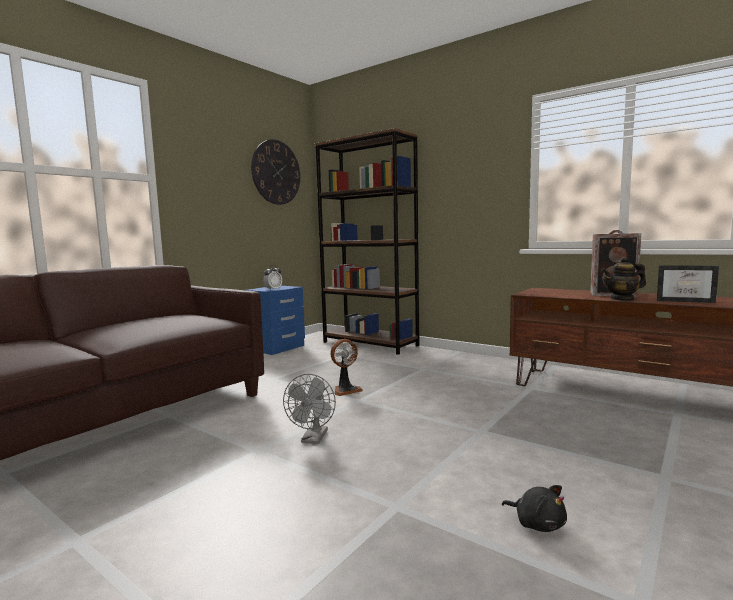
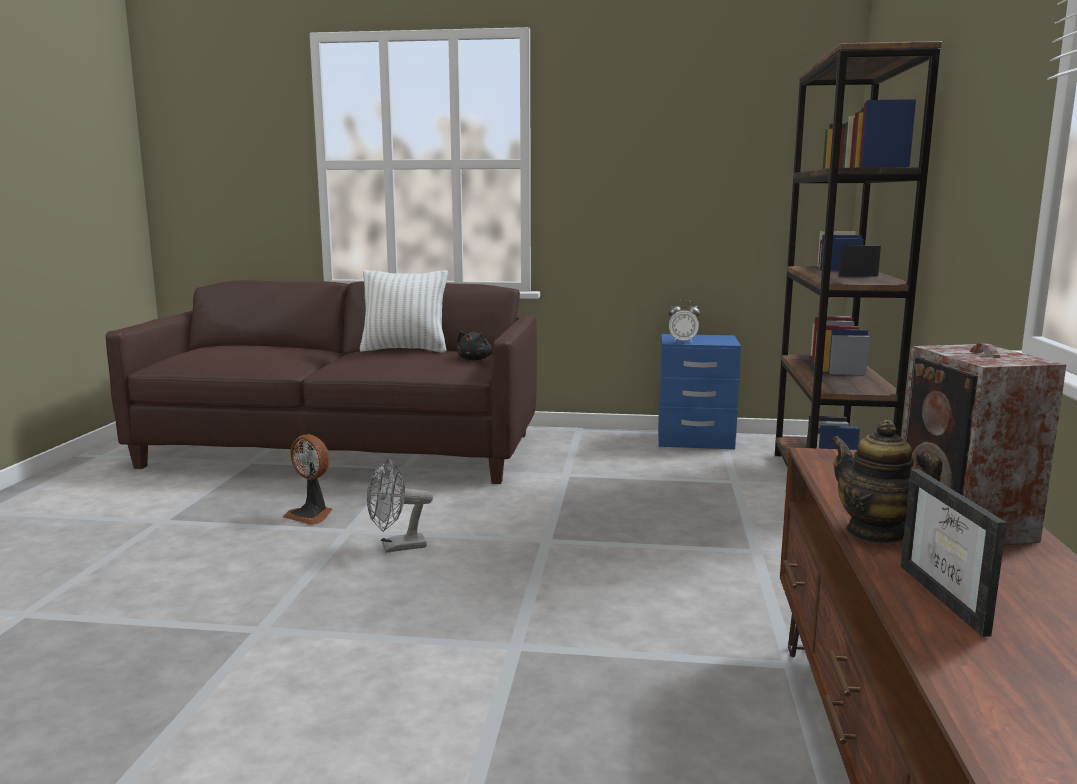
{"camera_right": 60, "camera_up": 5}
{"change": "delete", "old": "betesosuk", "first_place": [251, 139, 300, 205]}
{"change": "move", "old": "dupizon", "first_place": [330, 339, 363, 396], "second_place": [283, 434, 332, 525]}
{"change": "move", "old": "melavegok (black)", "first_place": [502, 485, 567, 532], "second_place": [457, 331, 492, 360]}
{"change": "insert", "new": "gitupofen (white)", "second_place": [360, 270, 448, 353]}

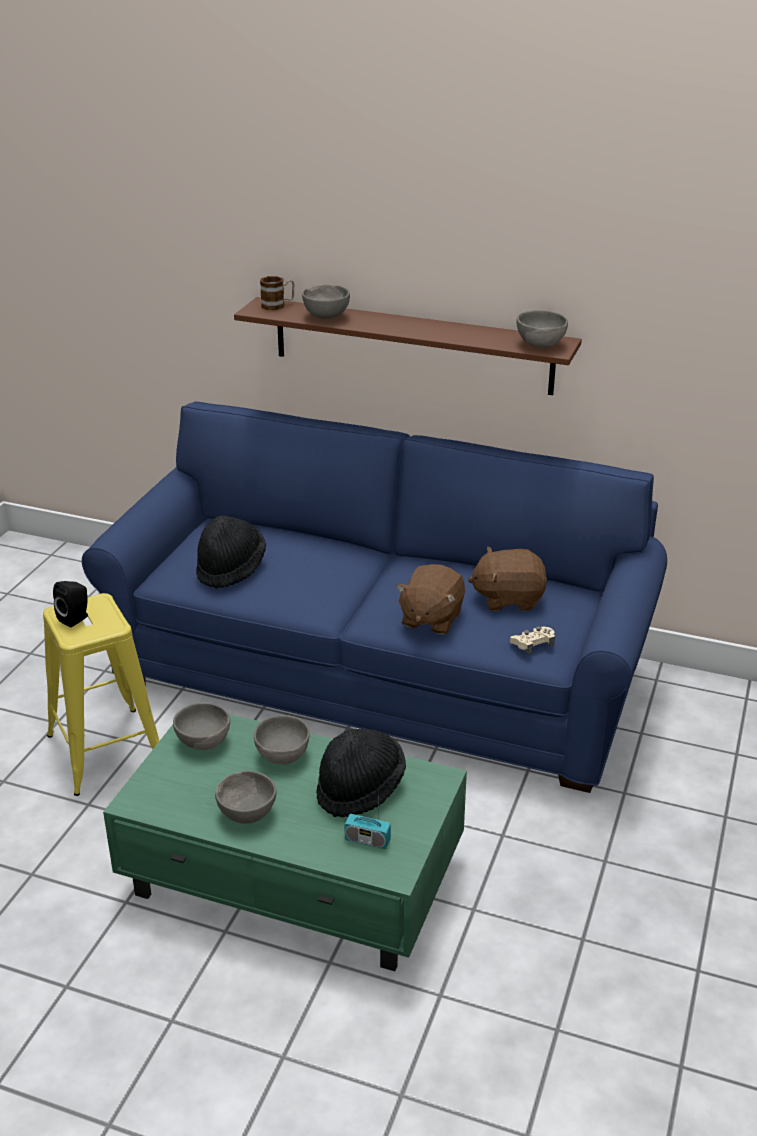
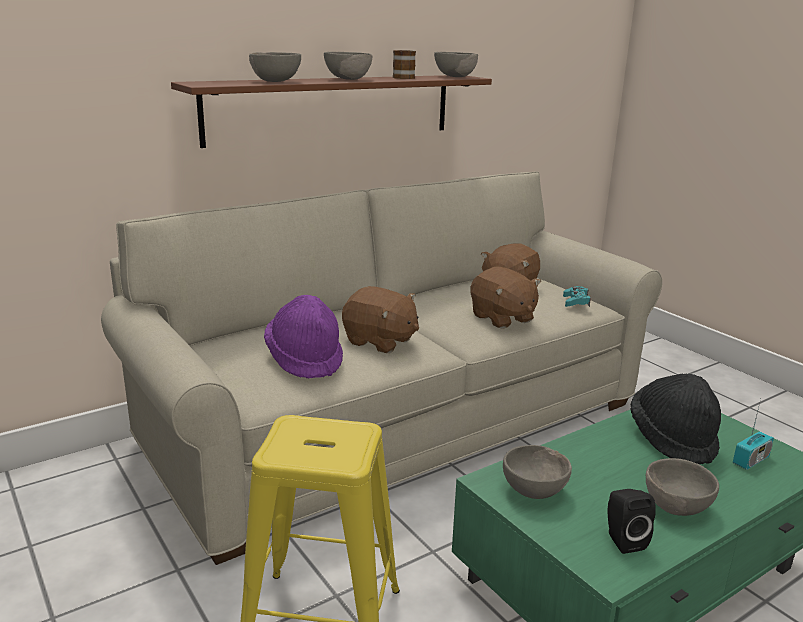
{"camera_right": -55, "camera_up": -10}
{"change": "move", "old": "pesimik", "first_place": [260, 276, 295, 310], "second_place": [393, 50, 416, 79]}
{"change": "recolor", "old": "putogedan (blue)", "new": "putogedan (beige)", "first_place": [82, 401, 667, 793], "second_place": [101, 171, 662, 565]}
{"change": "recolor", "old": "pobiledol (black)", "new": "pobiledol (purple)", "first_place": [196, 515, 266, 589], "second_place": [264, 295, 343, 379]}
{"change": "move", "old": "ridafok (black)", "first_place": [53, 581, 88, 627], "second_place": [607, 489, 656, 554]}
{"change": "recolor", "old": "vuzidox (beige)", "new": "vuzidox (turquoise)", "first_place": [510, 626, 555, 655], "second_place": [563, 286, 591, 307]}
{"change": "move", "old": "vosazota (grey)", "first_place": [254, 715, 310, 764], "second_place": [324, 52, 372, 80]}
{"change": "insert", "new": "melavegok (brown)", "second_place": [342, 286, 419, 353]}

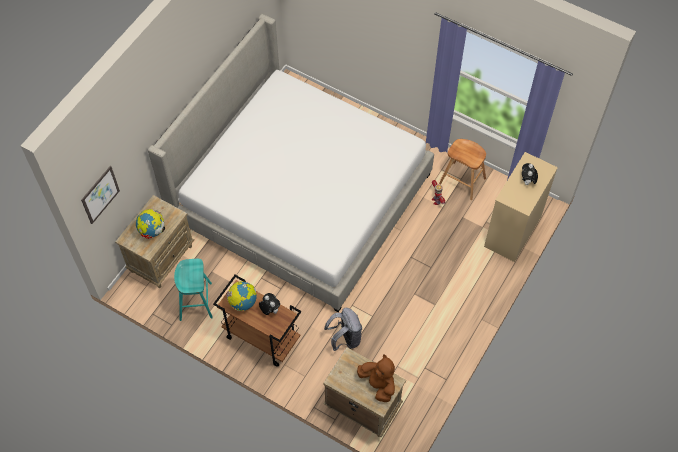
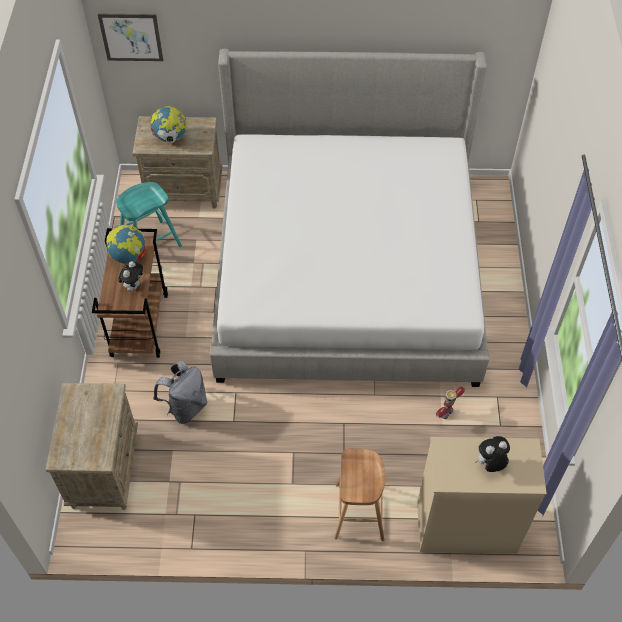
{"camera_right": 60, "camera_up": -5}
{"change": "move", "old": "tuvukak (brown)", "first_place": [439, 139, 486, 200], "second_place": [334, 449, 386, 541]}
{"change": "delete", "old": "melavegok (brown)", "first_place": [357, 355, 395, 402]}

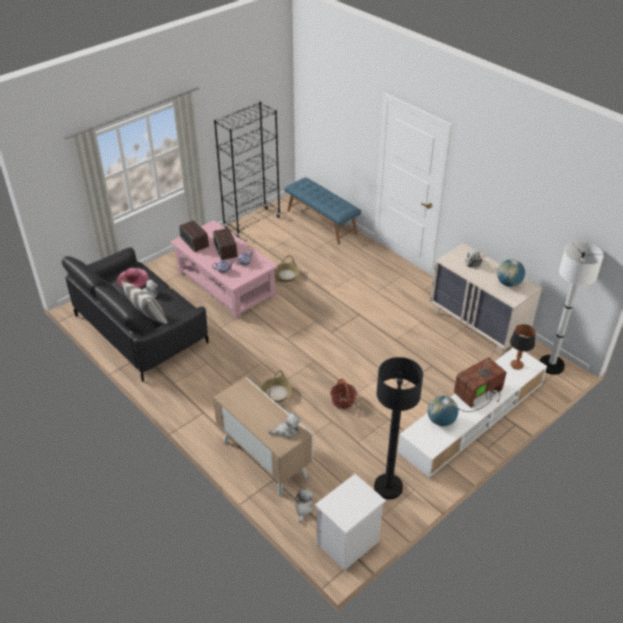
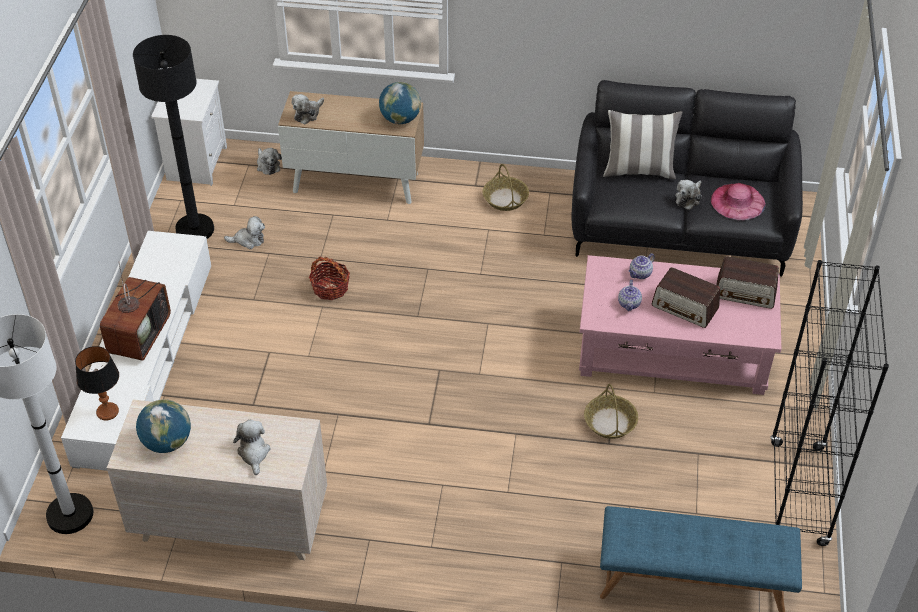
{"camera_right": 140, "camera_up": 5}
{"change": "move", "old": "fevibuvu", "first_place": [260, 370, 292, 402], "second_place": [482, 164, 529, 211]}
{"change": "move", "old": "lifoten", "first_place": [428, 396, 458, 426], "second_place": [379, 82, 421, 124]}
{"change": "insert", "new": "melavegok", "second_place": [224, 216, 265, 249]}

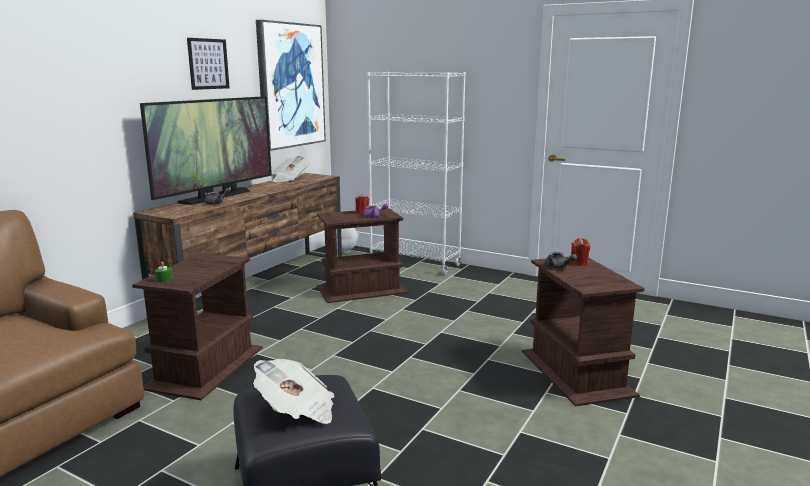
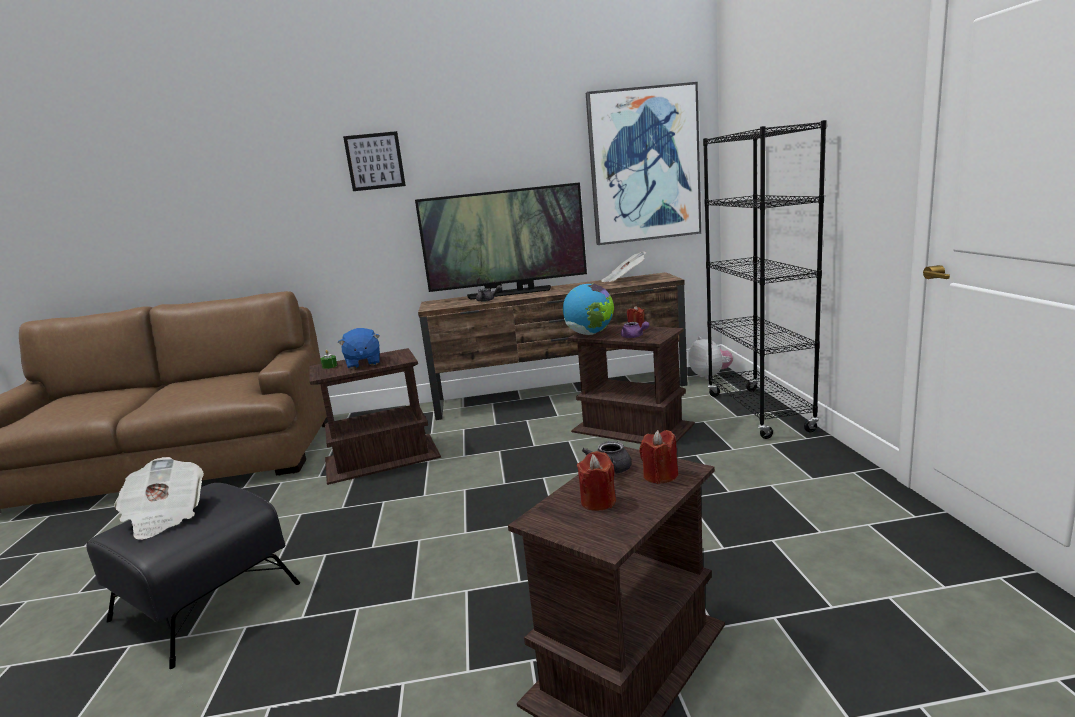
{"camera_right": 55, "camera_up": 0}
{"change": "move", "old": "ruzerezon", "first_place": [187, 38, 230, 90], "second_place": [343, 131, 406, 191]}
{"change": "recolor", "old": "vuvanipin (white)", "new": "vuvanipin (black)", "first_place": [367, 72, 466, 274], "second_place": [703, 120, 827, 439]}
{"change": "insert", "new": "lifoten", "second_place": [563, 283, 614, 335]}
{"change": "insert", "new": "melavegok (blue)", "second_place": [338, 328, 380, 369]}
{"change": "insert", "new": "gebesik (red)", "second_place": [577, 451, 616, 511]}

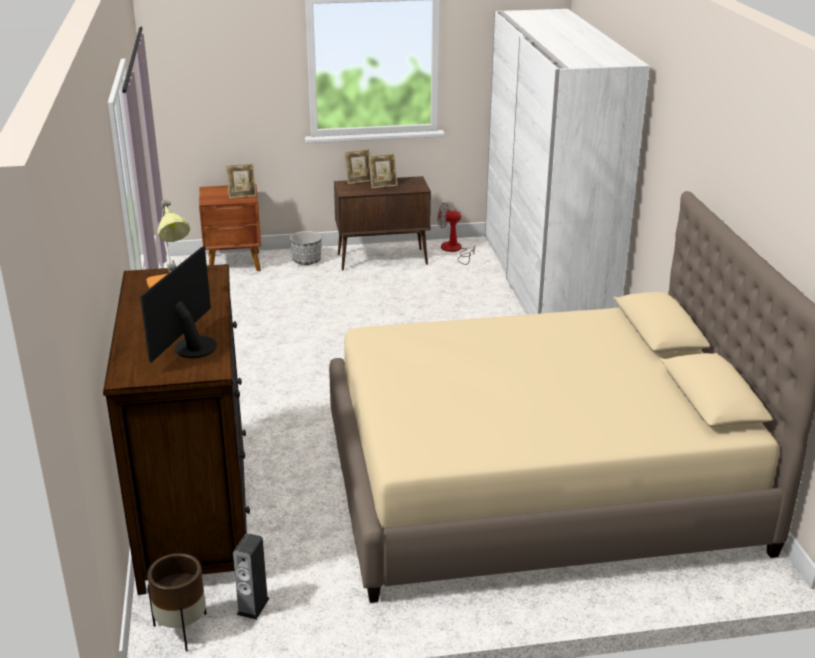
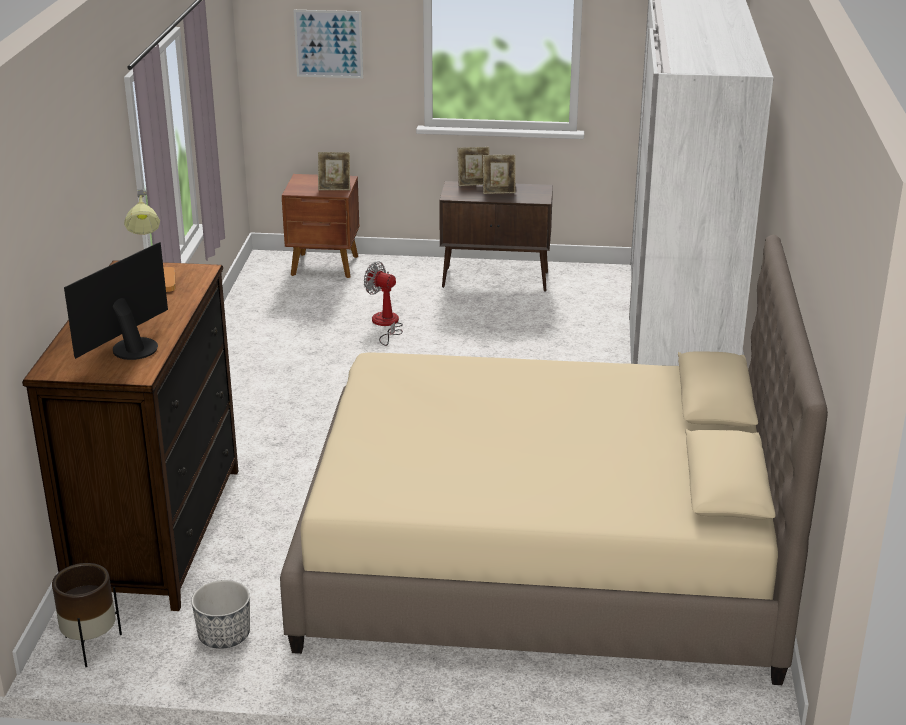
{"camera_right": 15, "camera_up": 0}
{"change": "move", "old": "dupizon", "first_place": [438, 203, 475, 265], "second_place": [364, 261, 403, 346]}
{"change": "move", "old": "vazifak", "first_place": [290, 231, 322, 265], "second_place": [191, 580, 250, 649]}
{"change": "delete", "old": "ridafok", "first_place": [233, 533, 269, 620]}
{"change": "insert", "new": "ruzerezon", "second_place": [294, 10, 363, 78]}

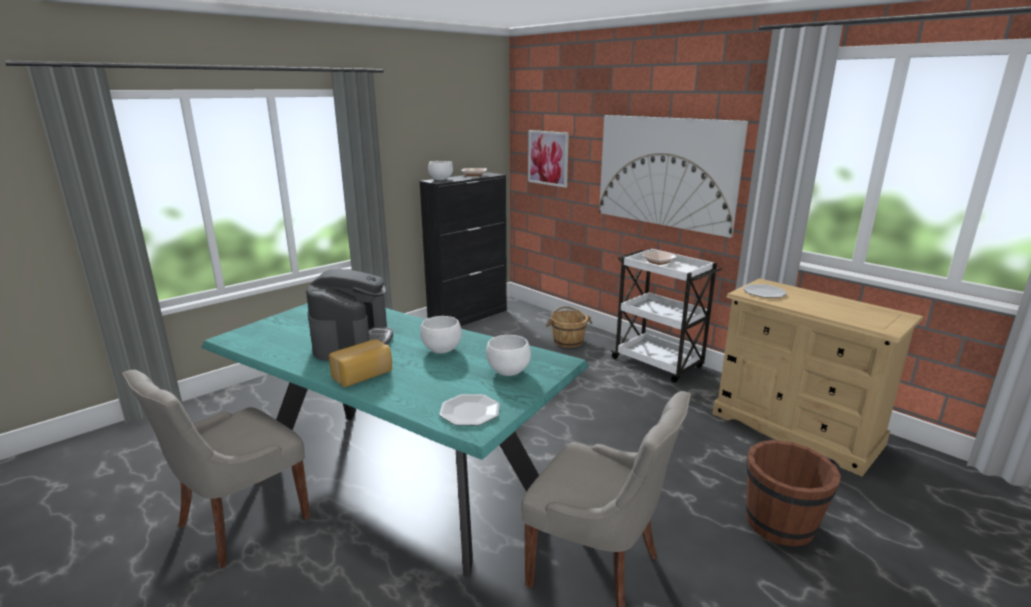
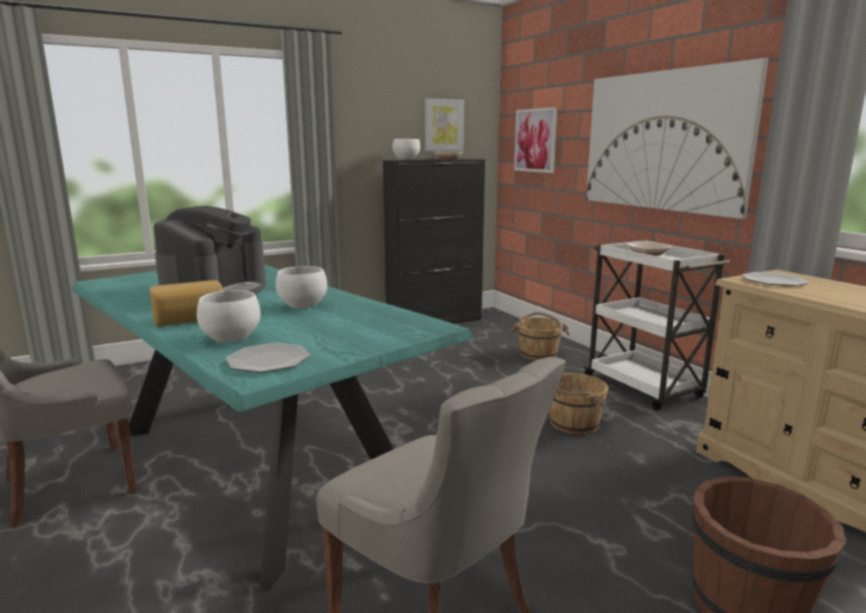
{"camera_right": 15, "camera_up": -5}
{"change": "move", "old": "vosazota (white)", "first_place": [486, 335, 531, 376], "second_place": [197, 290, 261, 343]}
{"change": "insert", "new": "ruzerezon", "second_place": [425, 98, 464, 151]}
{"change": "insert", "new": "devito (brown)", "second_place": [549, 373, 608, 435]}

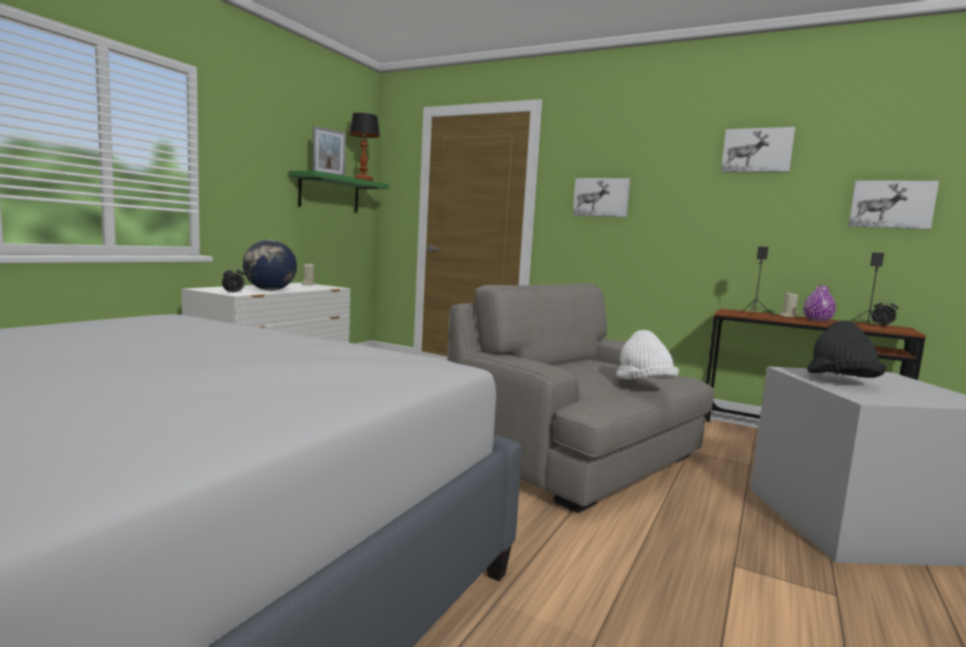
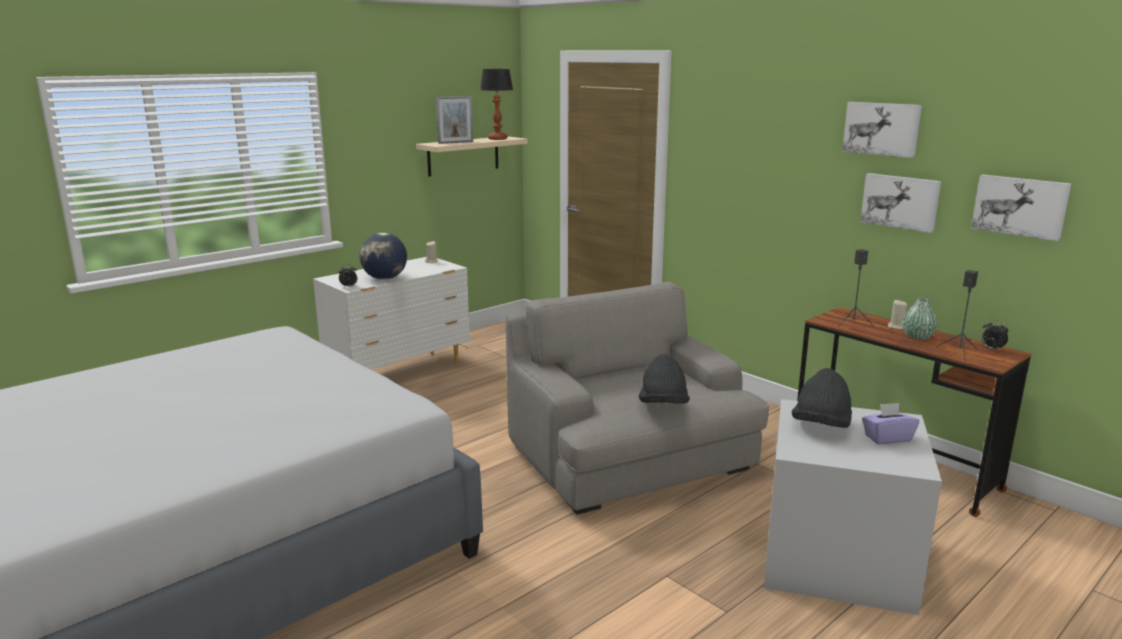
{"camera_right": 20, "camera_up": 10}
{"change": "recolor", "old": "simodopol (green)", "new": "simodopol (beige)", "first_place": [289, 171, 389, 212], "second_place": [416, 136, 528, 177]}
{"change": "move", "old": "ruzerezon", "first_place": [573, 178, 631, 217], "second_place": [860, 173, 941, 233]}
{"change": "recolor", "old": "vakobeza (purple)", "new": "vakobeza (green)", "first_place": [803, 285, 836, 322], "second_place": [902, 298, 937, 340]}
{"change": "recolor", "old": "pobiledol (white)", "new": "pobiledol (black)", "first_place": [616, 330, 679, 379], "second_place": [639, 354, 690, 404]}
{"change": "insert", "new": "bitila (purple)", "second_place": [862, 403, 919, 444]}

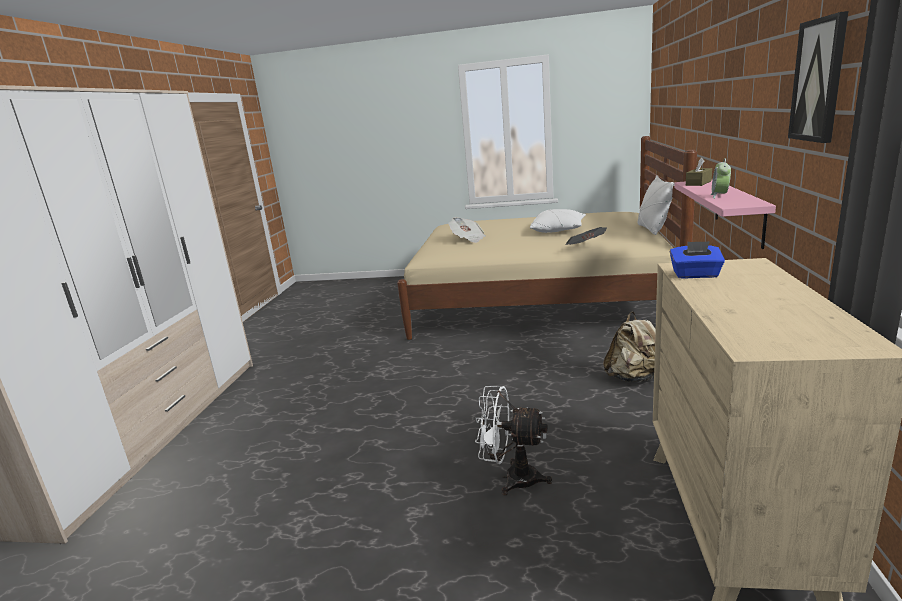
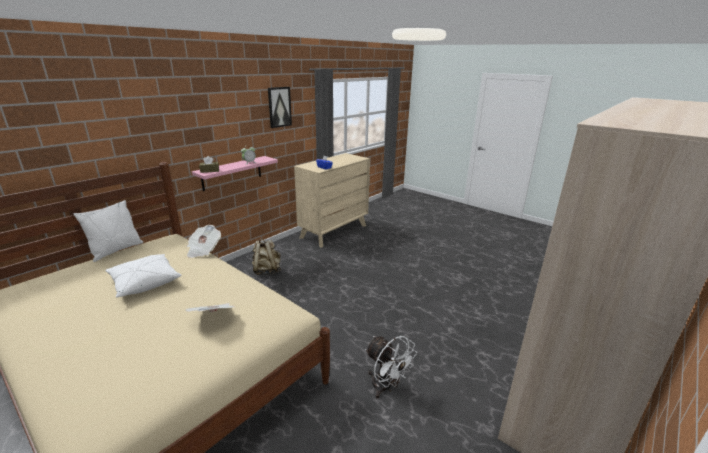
{"camera_right": -150, "camera_up": 5}
{"change": "move", "old": "dupizon (white)", "first_place": [475, 386, 552, 495], "second_place": [365, 336, 417, 399]}

